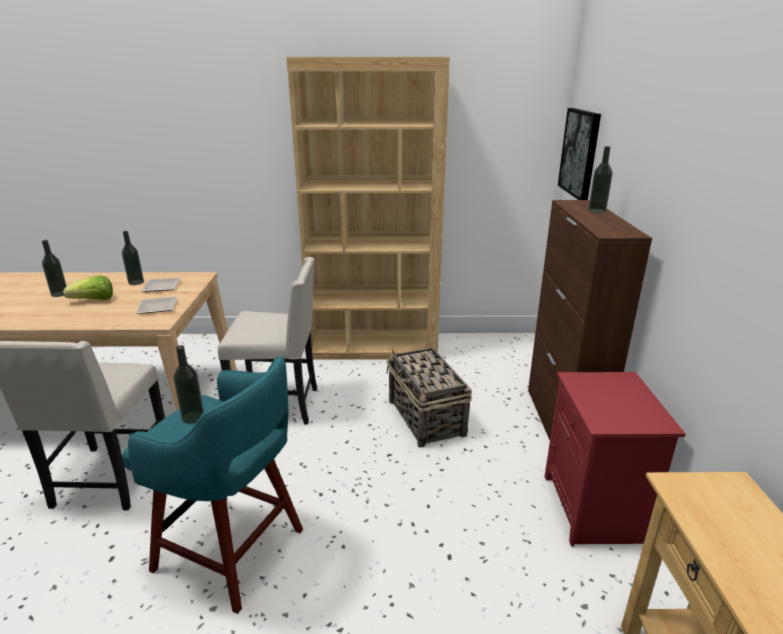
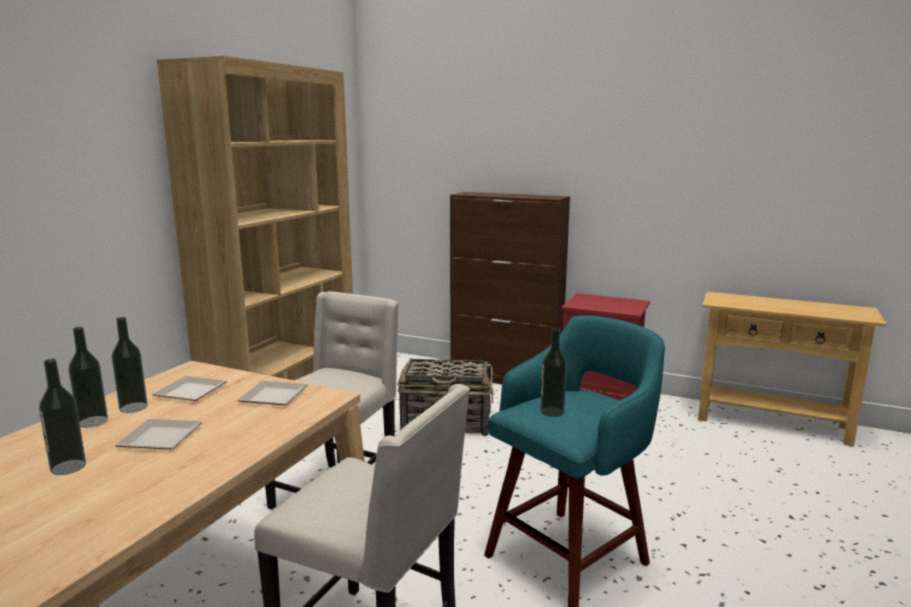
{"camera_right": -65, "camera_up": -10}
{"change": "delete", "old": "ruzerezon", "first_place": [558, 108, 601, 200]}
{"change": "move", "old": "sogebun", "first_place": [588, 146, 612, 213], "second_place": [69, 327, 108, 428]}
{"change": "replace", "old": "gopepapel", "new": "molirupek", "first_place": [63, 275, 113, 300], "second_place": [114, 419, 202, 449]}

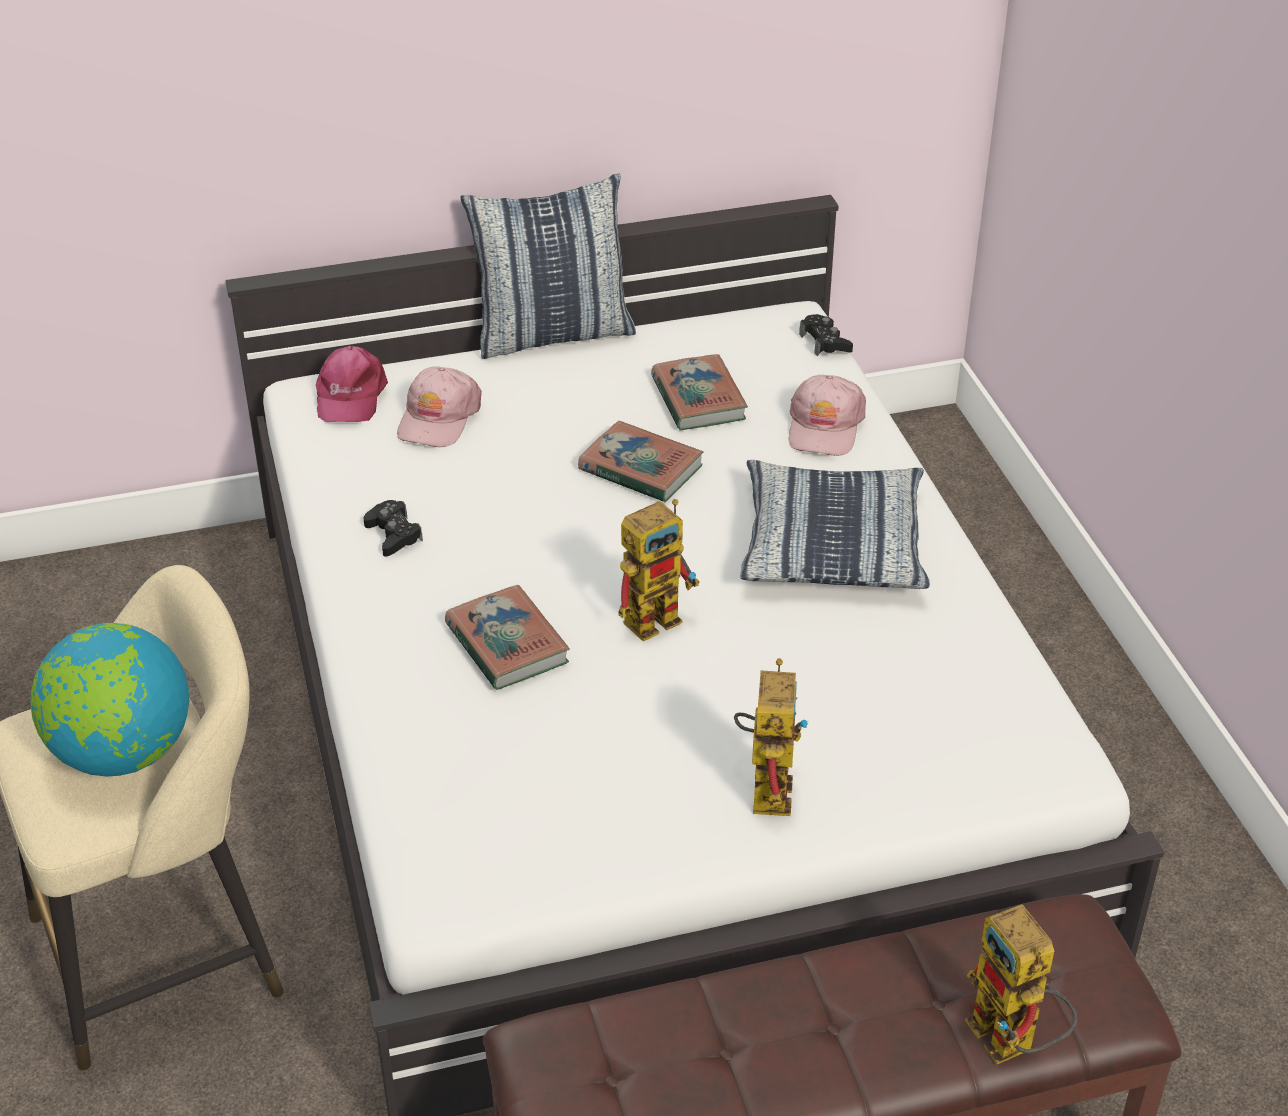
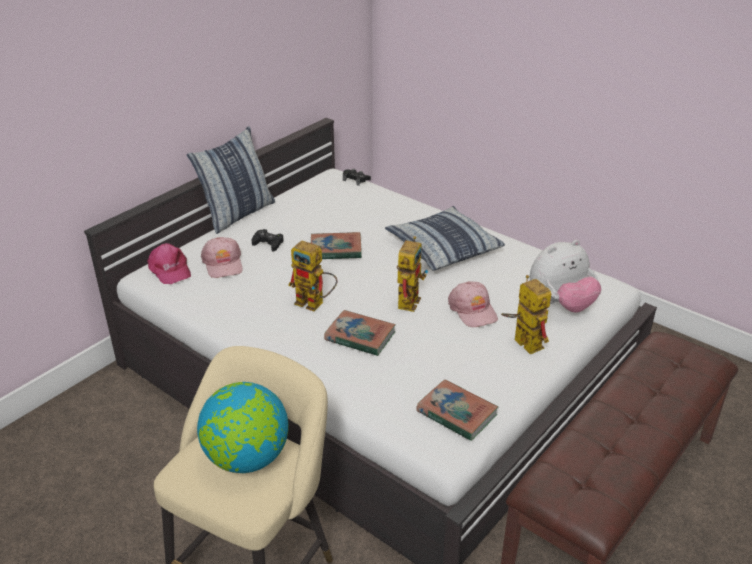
{"camera_right": -35, "camera_up": -5}
{"change": "move", "old": "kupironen", "first_place": [651, 354, 748, 431], "second_place": [416, 380, 498, 441]}
{"change": "move", "old": "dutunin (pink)", "first_place": [789, 375, 866, 456], "second_place": [448, 281, 498, 327]}
{"change": "move", "old": "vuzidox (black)", "first_place": [364, 500, 423, 557], "second_place": [252, 229, 284, 252]}
{"change": "move", "old": "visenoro", "first_place": [965, 904, 1077, 1065], "second_place": [288, 240, 337, 311]}
{"change": "insert", "new": "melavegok", "second_place": [530, 240, 601, 312]}

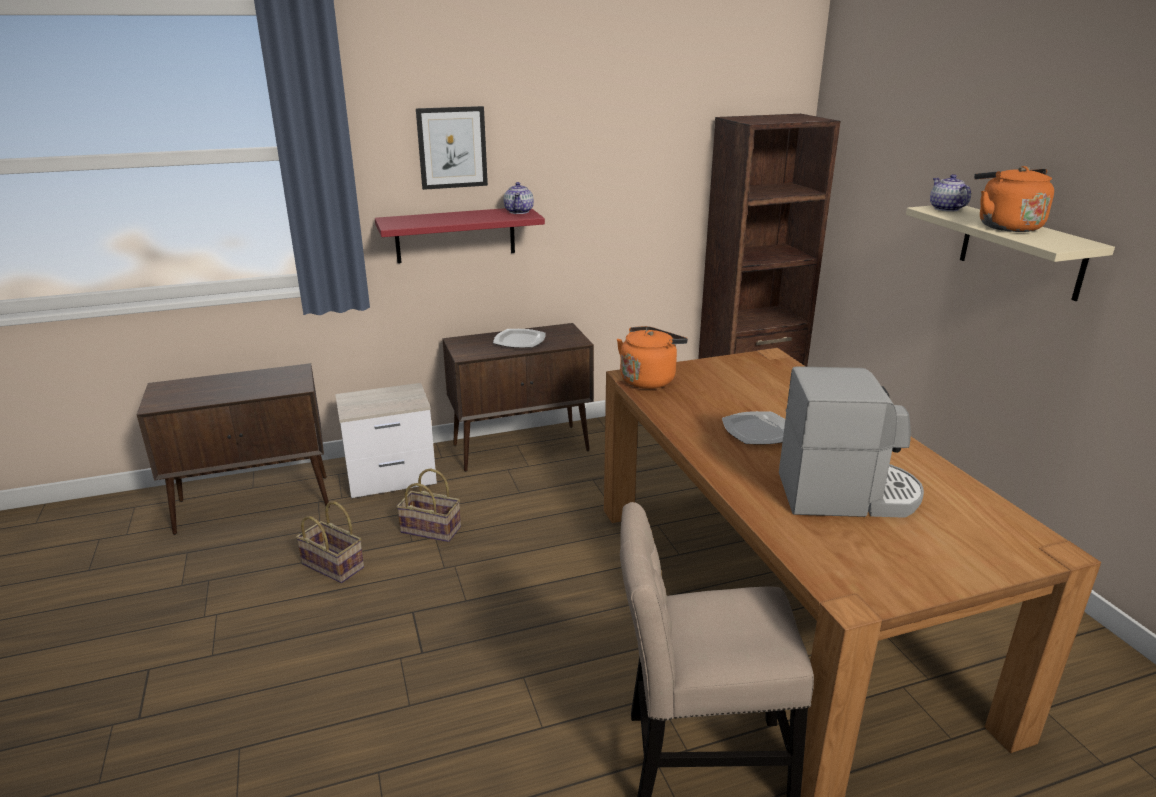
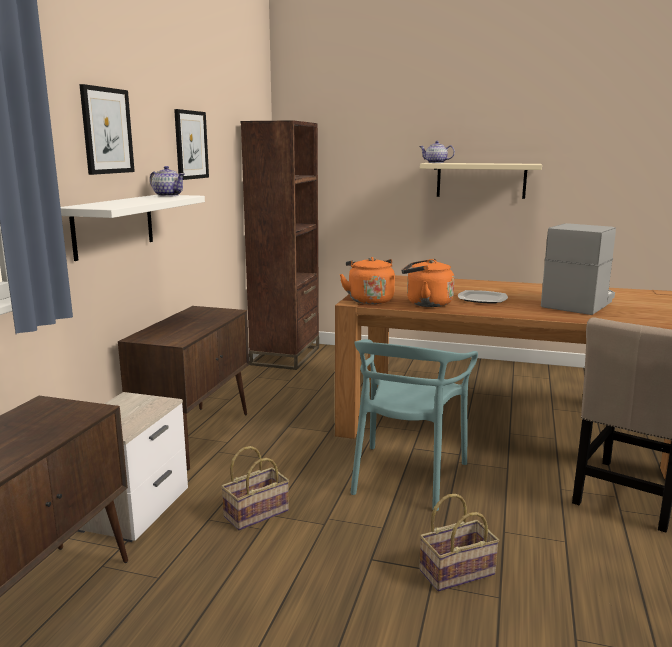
{"camera_right": -55, "camera_up": -10}
{"change": "move", "old": "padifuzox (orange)", "first_place": [974, 166, 1054, 232], "second_place": [402, 259, 454, 307]}
{"change": "recolor", "old": "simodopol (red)", "new": "simodopol (white)", "first_place": [375, 208, 545, 263], "second_place": [61, 195, 205, 261]}
{"change": "delete", "old": "molirupek", "first_place": [493, 329, 546, 348]}
{"change": "move", "old": "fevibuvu", "first_place": [296, 501, 364, 583], "second_place": [419, 494, 500, 592]}
{"change": "insert", "new": "ruzerezon", "second_place": [174, 109, 209, 180]}
{"change": "insert", "new": "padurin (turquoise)", "second_place": [350, 339, 478, 511]}

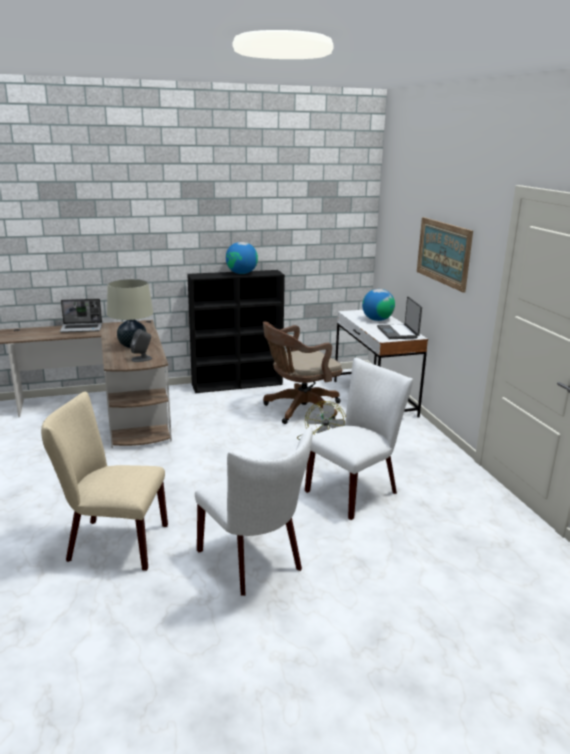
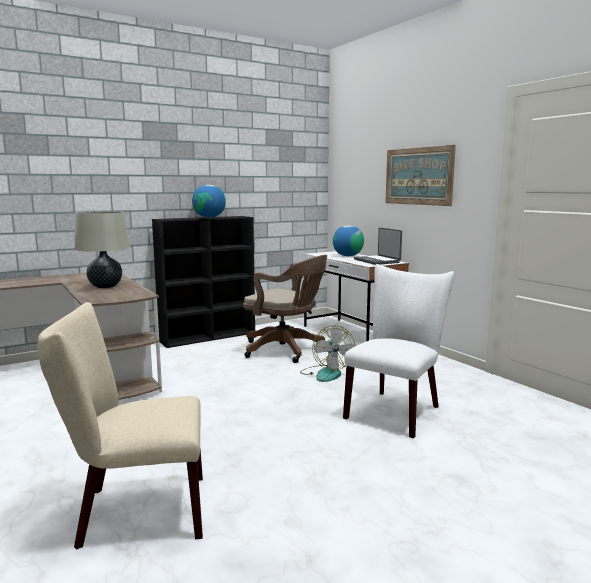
{"camera_right": -15, "camera_up": -10}
{"change": "delete", "old": "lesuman", "first_place": [60, 299, 102, 333]}
{"change": "rotate", "old": "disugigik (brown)", "first_place": [263, 322, 342, 424], "second_place": [243, 255, 327, 363], "degrees": -105}
{"change": "delete", "old": "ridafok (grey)", "first_place": [130, 329, 152, 362]}
{"change": "delete", "old": "padurin (white)", "first_place": [195, 427, 313, 596]}

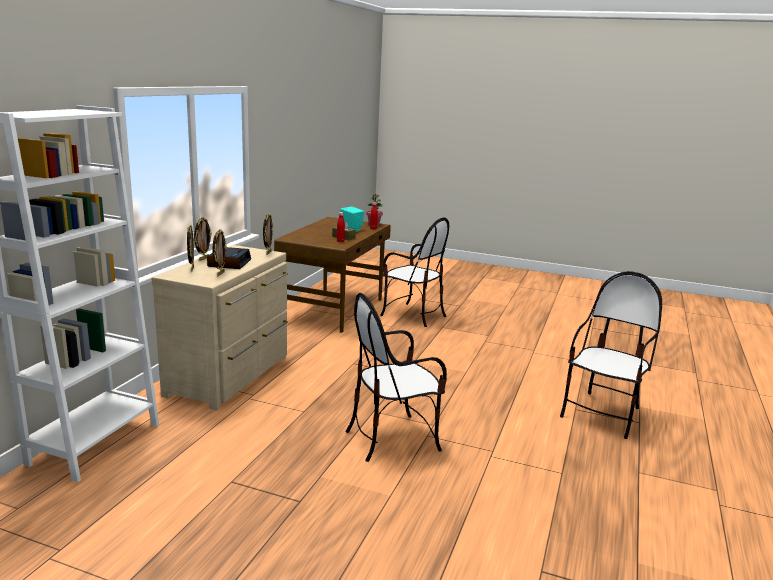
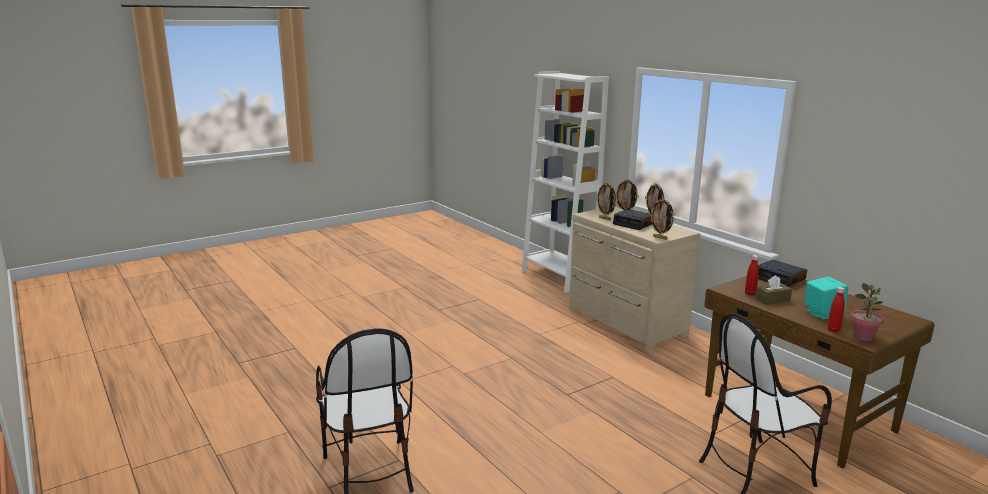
{"camera_right": 125, "camera_up": 0}
{"change": "delete", "old": "padurin", "first_place": [345, 293, 447, 462]}
{"change": "insert", "new": "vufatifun", "second_place": [758, 260, 807, 287]}

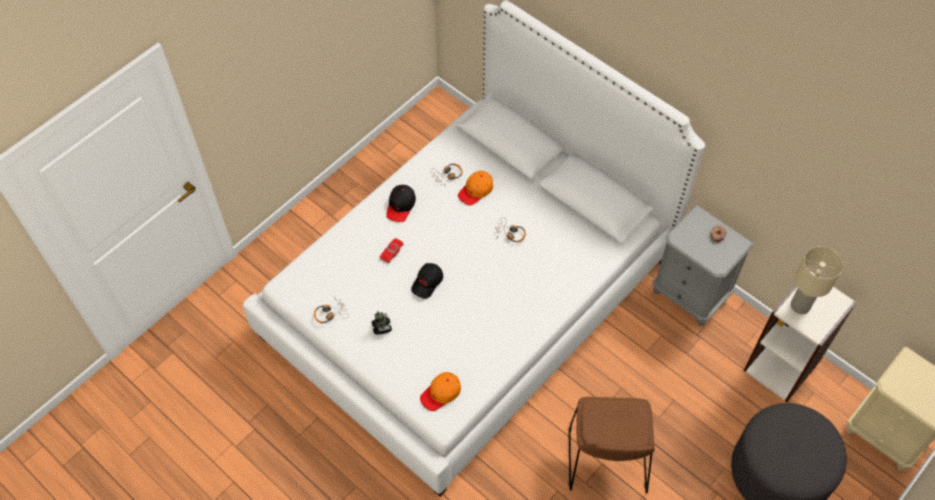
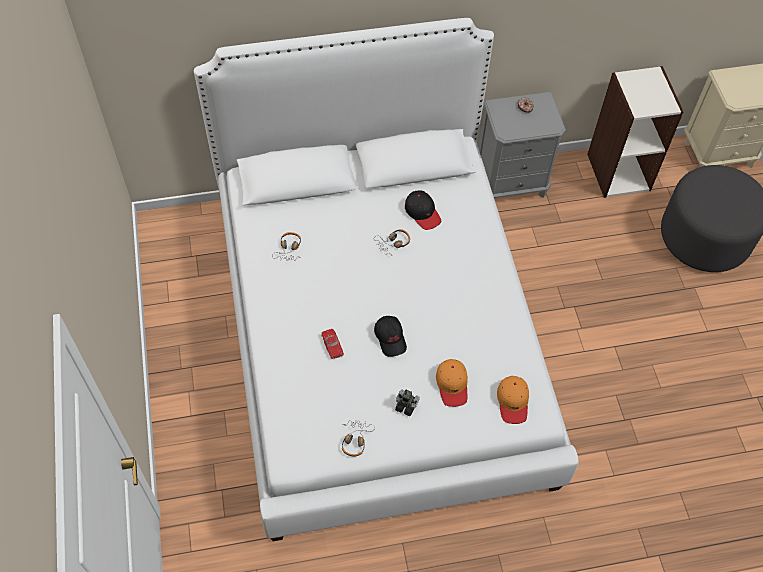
{"camera_right": -55, "camera_up": 0}
{"change": "move", "old": "dutunin (orange)", "first_place": [458, 171, 493, 206], "second_place": [436, 359, 468, 407]}
{"change": "move", "old": "dutunin (black)", "first_place": [386, 185, 416, 222], "second_place": [405, 190, 441, 230]}
{"change": "delete", "old": "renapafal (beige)", "first_place": [791, 246, 843, 314]}
{"change": "delete", "old": "padurin (brown)", "first_place": [569, 397, 655, 493]}

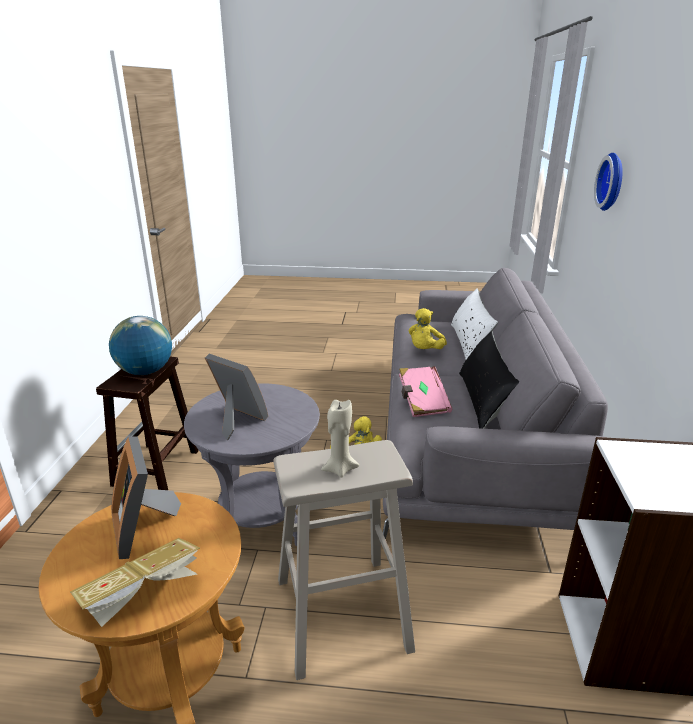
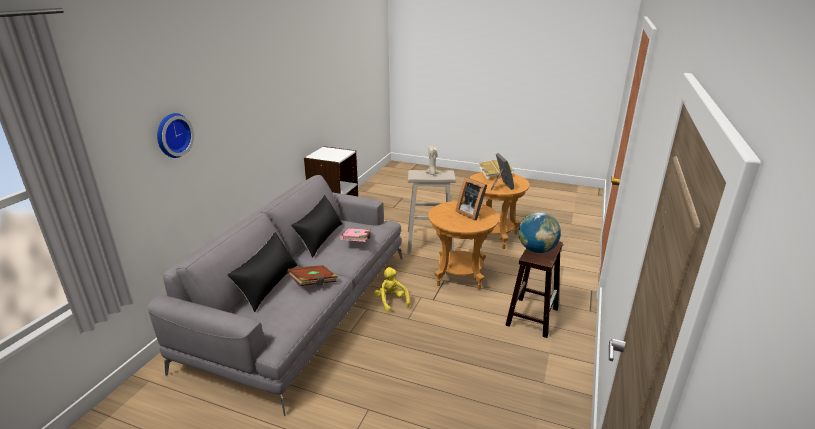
{"camera_right": -165, "camera_up": 0}
{"change": "recolor", "old": "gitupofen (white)", "new": "gitupofen (black)", "first_place": [451, 288, 498, 361], "second_place": [227, 232, 297, 312]}
{"change": "replace", "old": "melavegok (yellow)", "new": "kupironen (brown)", "first_place": [409, 308, 447, 349], "second_place": [287, 265, 338, 286]}
{"change": "recolor", "old": "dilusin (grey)", "new": "dilusin (brown)", "first_place": [184, 383, 320, 546], "second_place": [428, 201, 499, 290]}

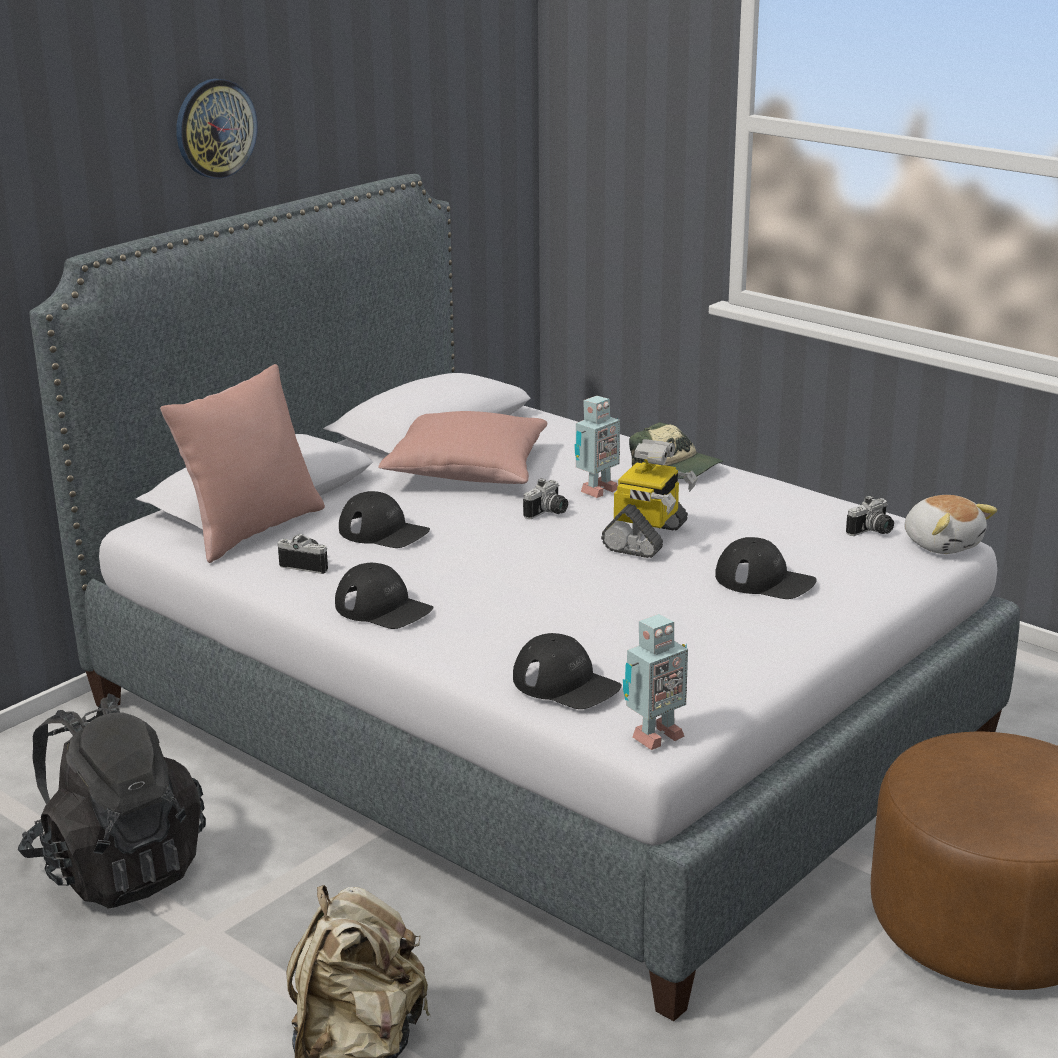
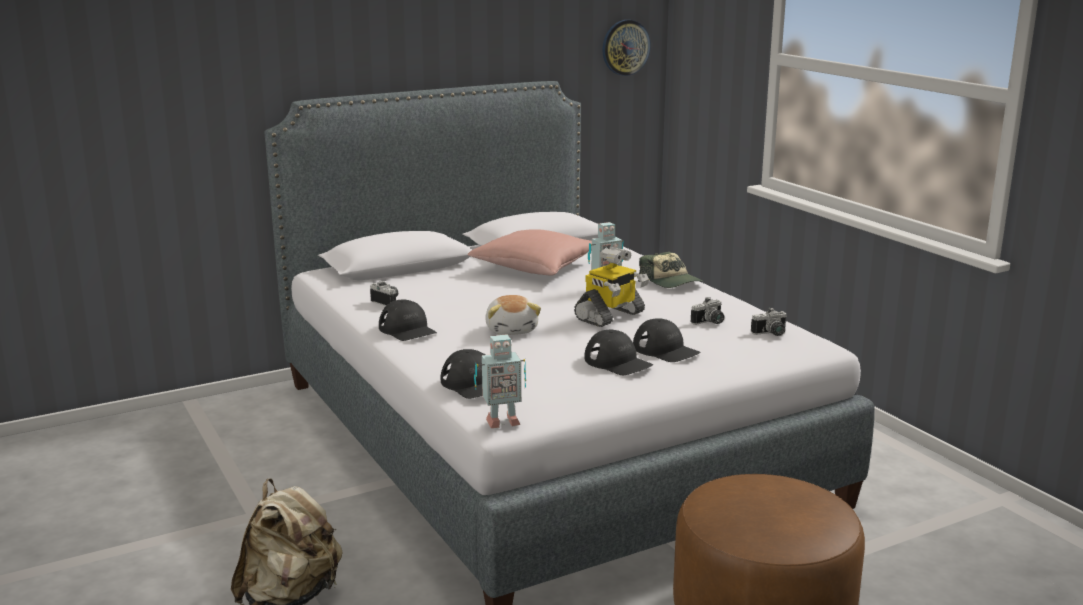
{"camera_right": 20, "camera_up": -5}
{"change": "move", "old": "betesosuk", "first_place": [176, 79, 257, 179], "second_place": [602, 20, 651, 76]}
{"change": "delete", "old": "gitupofen (pink)", "first_place": [160, 364, 325, 563]}
{"change": "move", "old": "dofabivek", "first_place": [523, 478, 568, 519], "second_place": [691, 297, 724, 325]}
{"change": "move", "old": "dutunin (black)", "first_place": [339, 491, 430, 548], "second_place": [584, 330, 653, 375]}
{"change": "move", "old": "melavegok", "first_place": [904, 495, 997, 554], "second_place": [485, 295, 541, 335]}
{"change": "delete", "old": "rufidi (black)", "first_place": [18, 693, 206, 909]}

